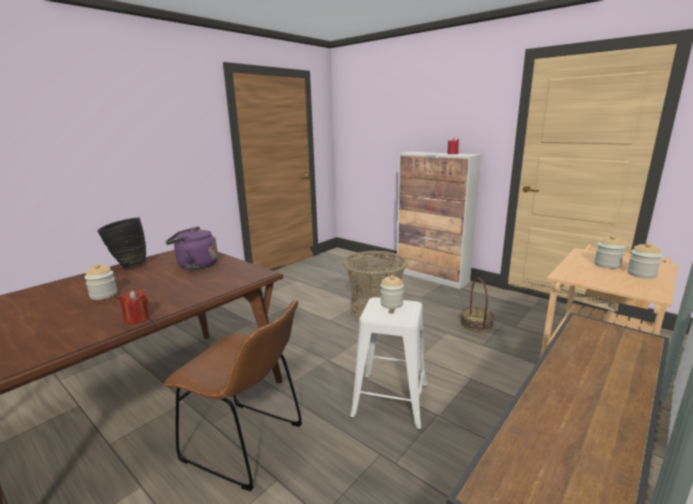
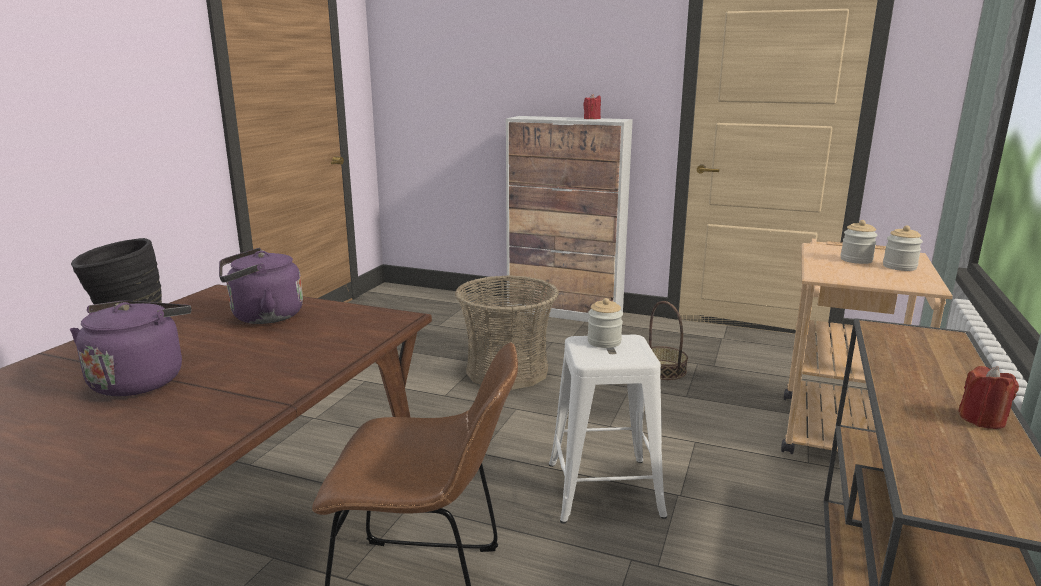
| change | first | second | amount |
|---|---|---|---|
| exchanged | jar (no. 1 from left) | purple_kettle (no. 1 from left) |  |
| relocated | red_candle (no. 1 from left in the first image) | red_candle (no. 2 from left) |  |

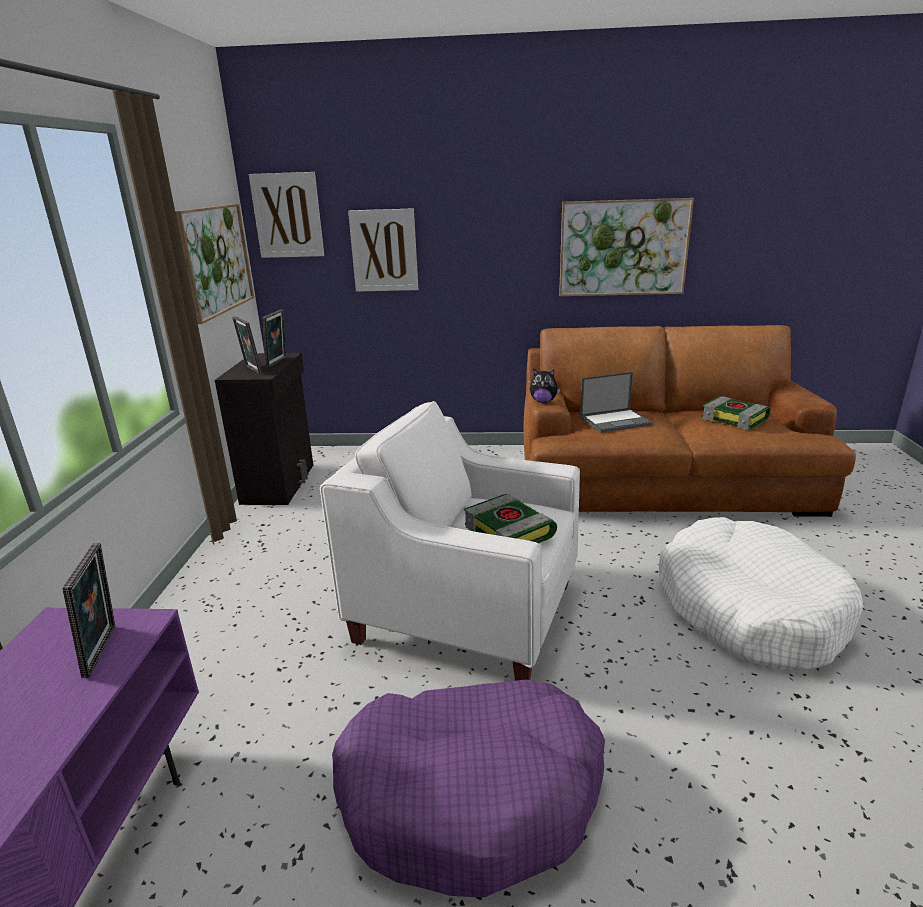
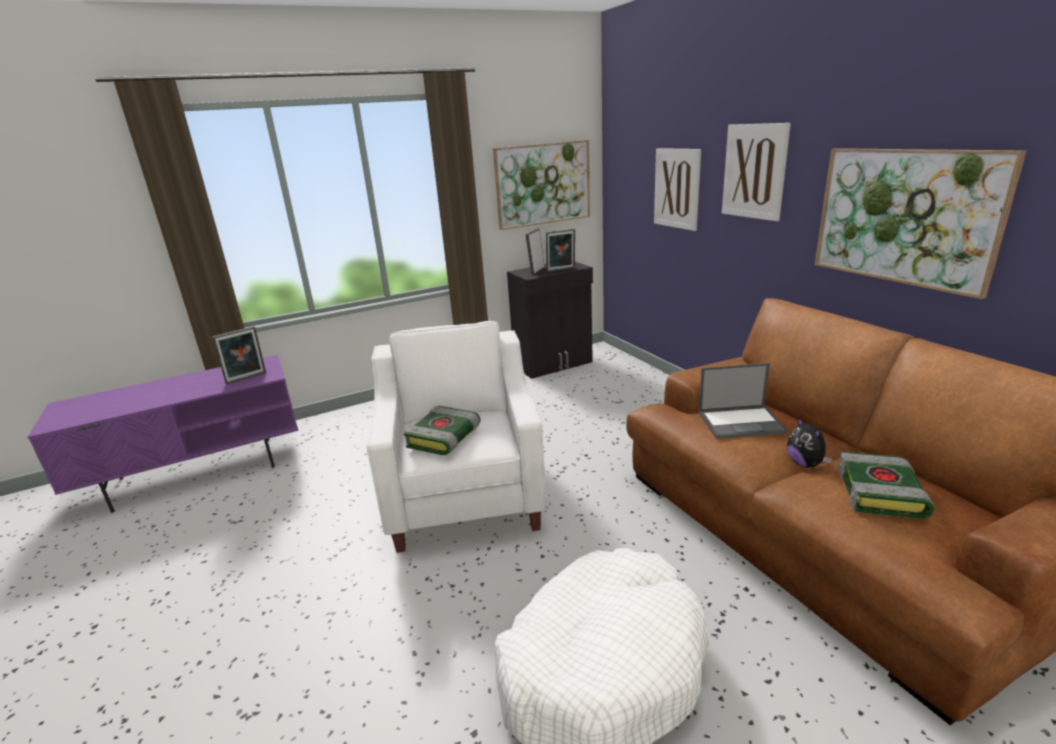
| change | first | second | amount |
|---|---|---|---|
| relocated | picture (no. 2 from left in the first image) | picture (no. 3 from left) |  |
| relocated | plush_toy |  |  |
| spun | laptop |  | 45 degrees counterclockwise |
| missing | purple_dog_bed |  |  |

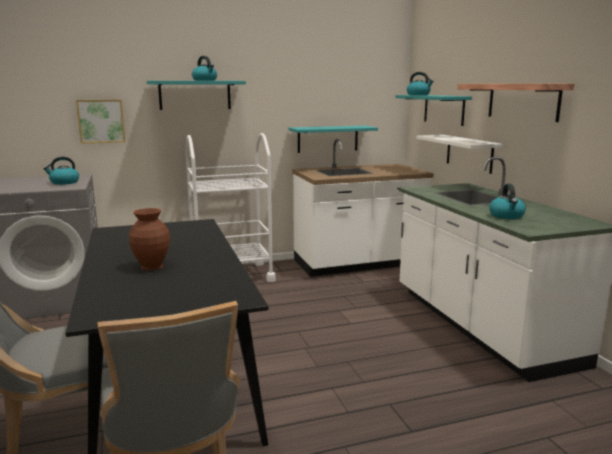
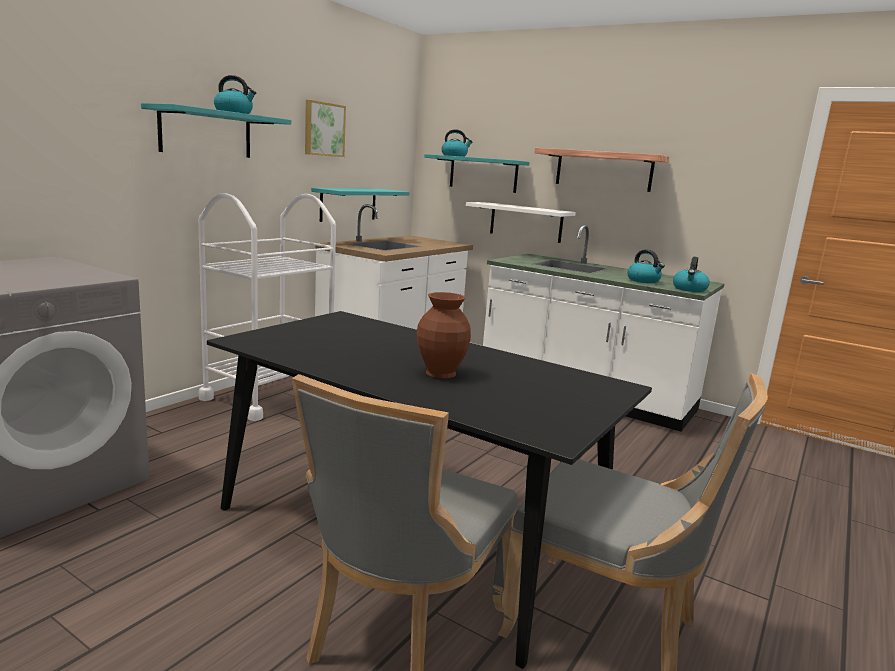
| change | first | second | amount |
|---|---|---|---|
| relocated | picture |  |  |
| relocated | kettle (no. 1 from left in the first image) | kettle (no. 4 from left) |  |

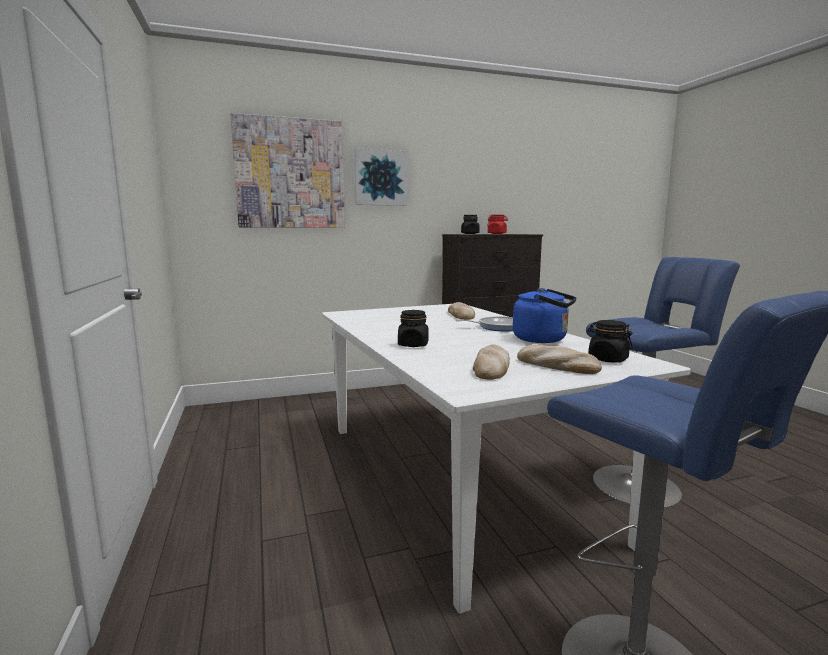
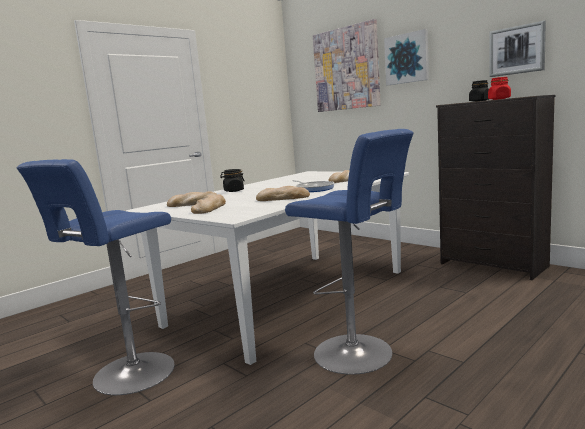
| change | first | second | amount |
|---|---|---|---|
| exchanged | blue_kettle | bread (no. 3 from left) |  |
| missing | black_jar (no. 3 from left) |  |  |
| appeared |  | picture (no. 3 from left) |  |

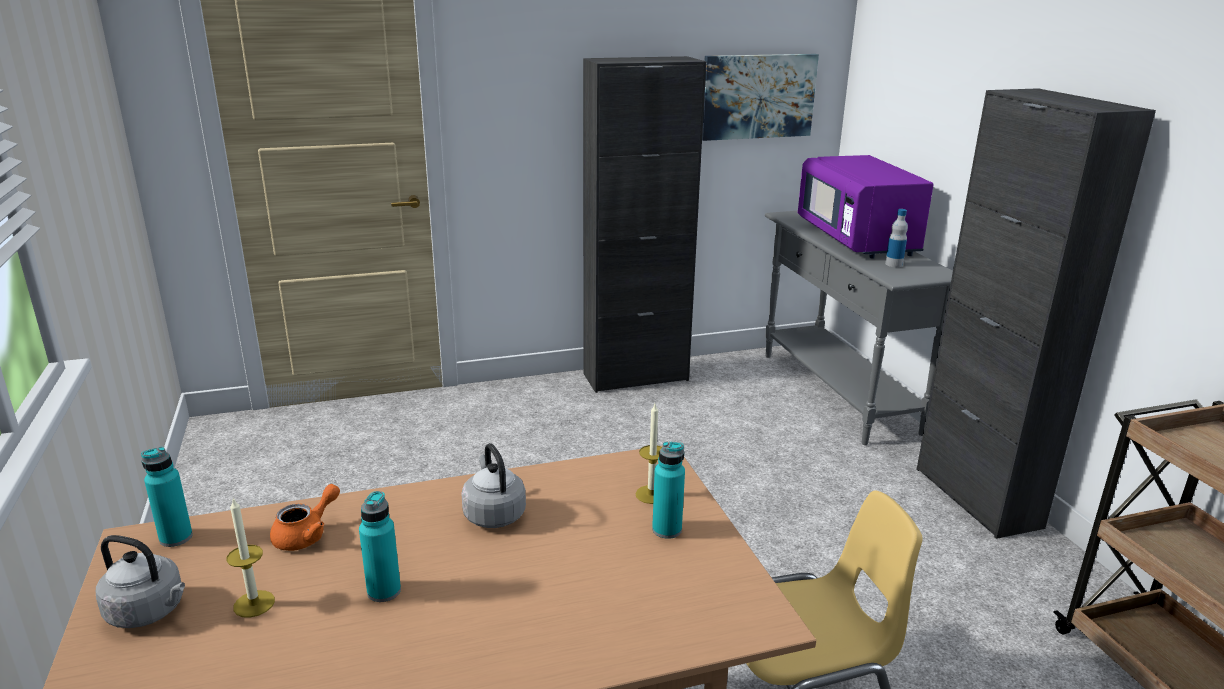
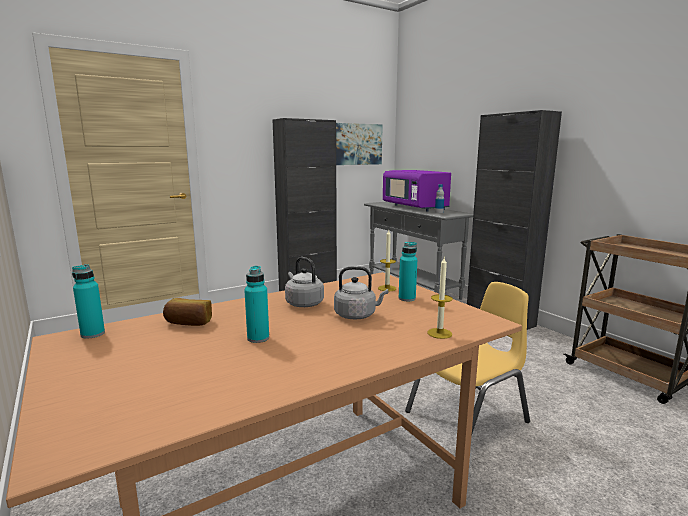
| change | first | second | amount |
|---|---|---|---|
| exchanged | orange_teapot | bread |  |
| relocated | candle (no. 1 from left in the first image) | candle (no. 2 from left) |  |
| relocated | grey_kettle (no. 1 from left in the first image) | grey_kettle (no. 2 from left) |  |

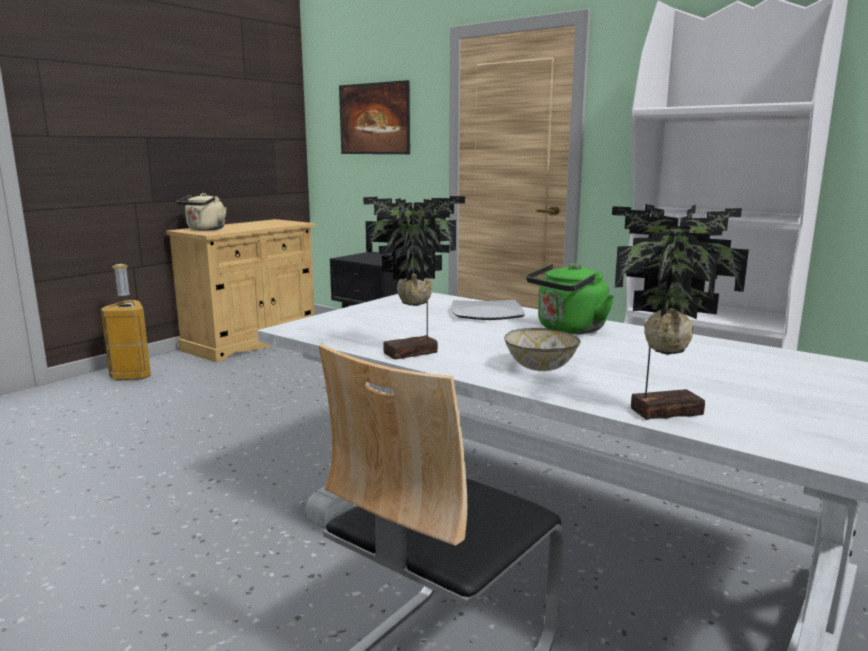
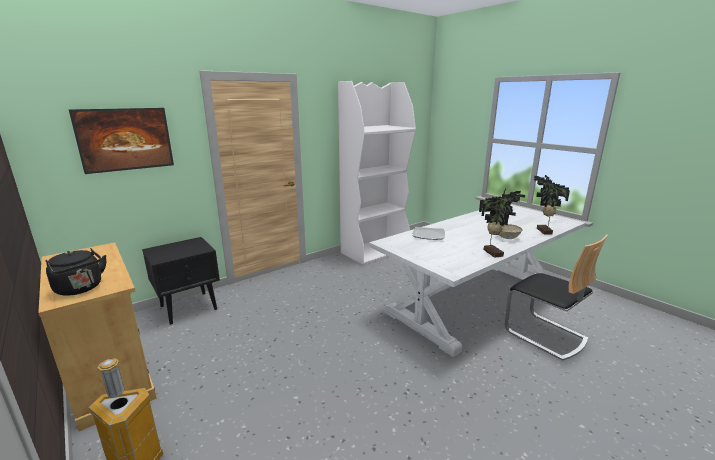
| change | first | second | amount |
|---|---|---|---|
| colour | beige_kettle | black_kettle |  |
| missing | green_kettle |  |  |

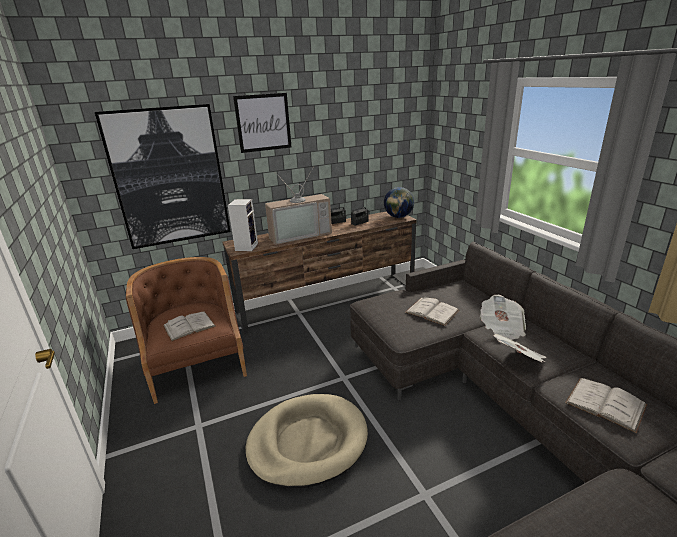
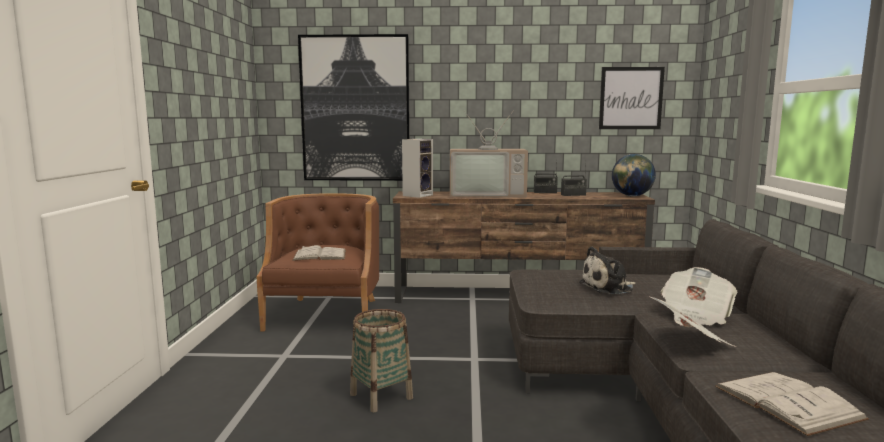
| change | first | second | amount |
|---|---|---|---|
| relocated | picture (no. 2 from left) |  |  |
| exchanged | white_book (no. 2 from left) | plush_toy |  |
| exchanged | beige_dog_bed | basket |  |

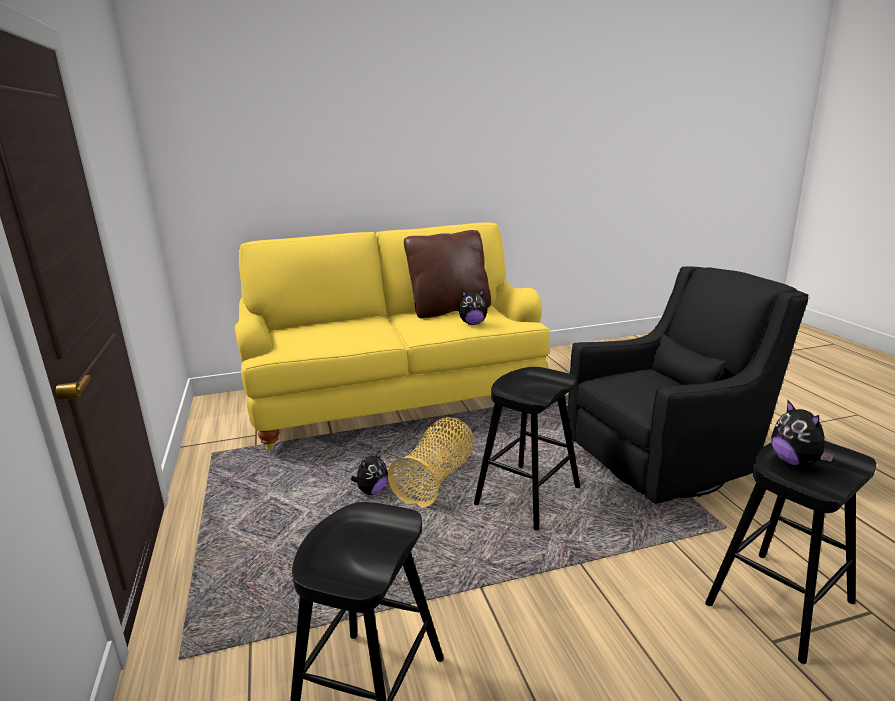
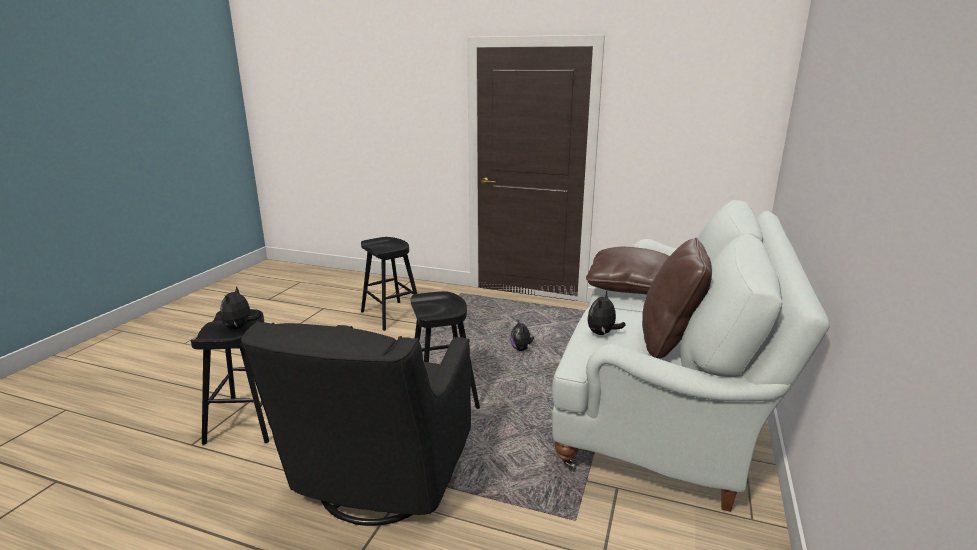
| change | first | second | amount |
|---|---|---|---|
| colour | yellow_sofa | white_sofa |  |
| spun | plush_toy (no. 3 from left in the first image) | plush_toy (no. 1 from left) | 105 degrees counterclockwise |
| missing | basket |  |  |
| appeared |  | brown_pillow (no. 1 from left) |  |

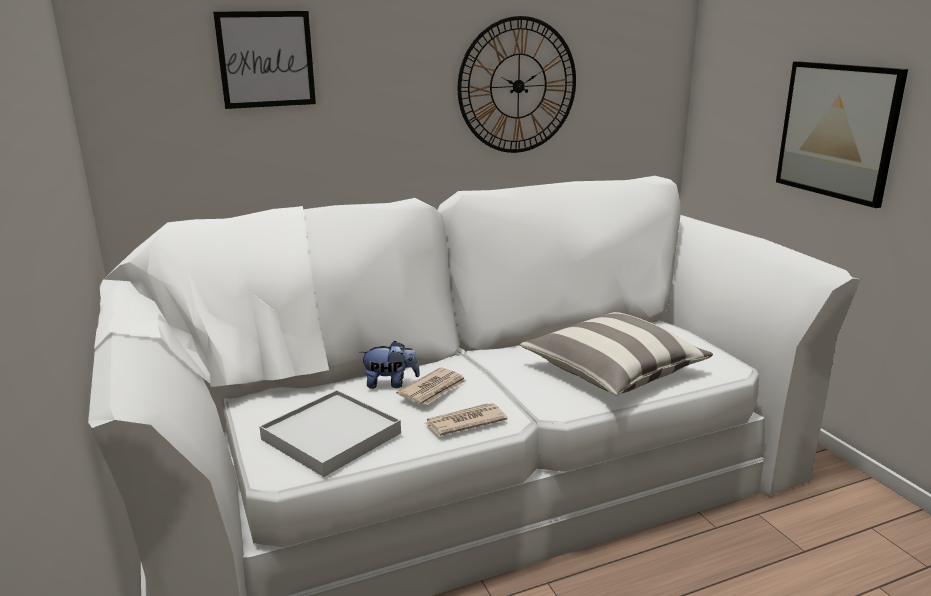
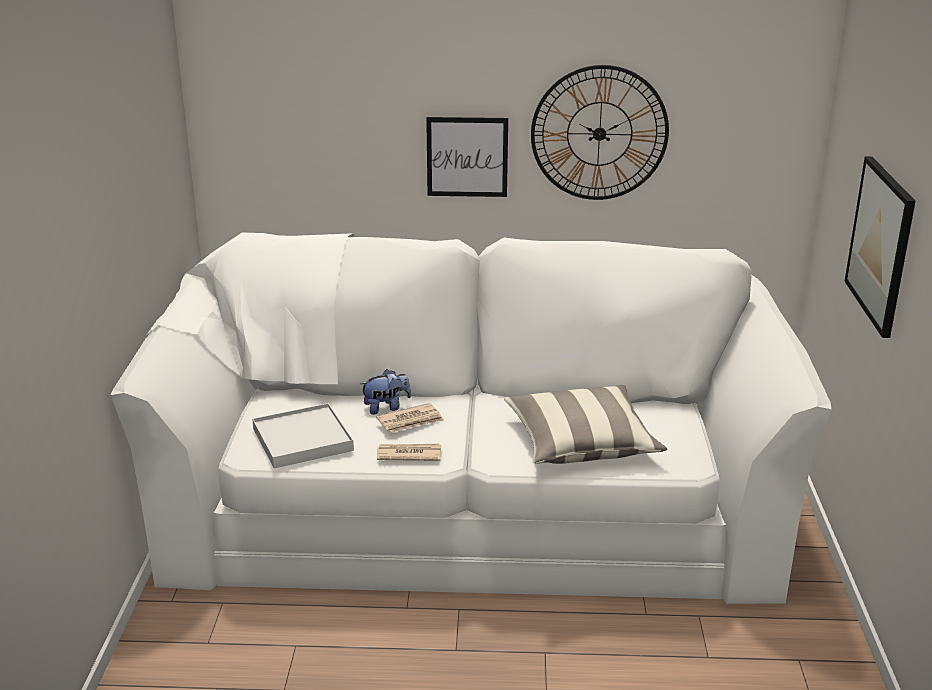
| change | first | second | amount |
|---|---|---|---|
| relocated | picture (no. 1 from left) |  |  |
| spun | plush_toy |  | 45 degrees counterclockwise |

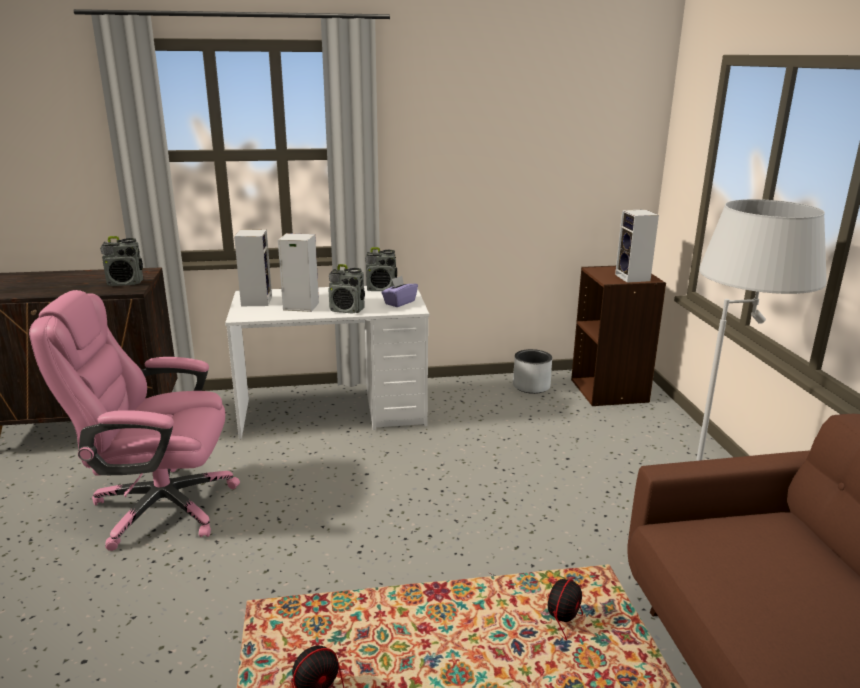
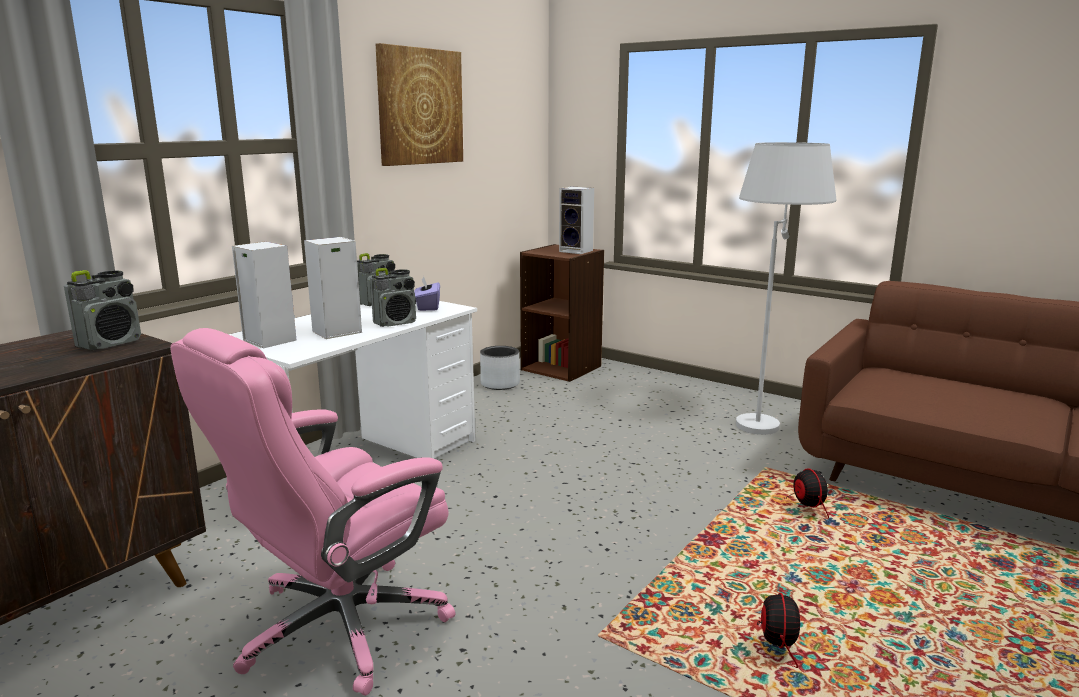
| change | first | second | amount |
|---|---|---|---|
| appeared |  | picture |  |

